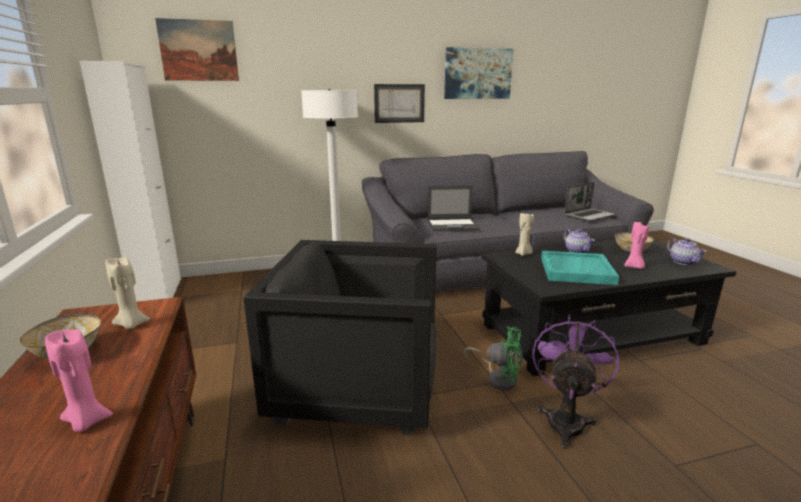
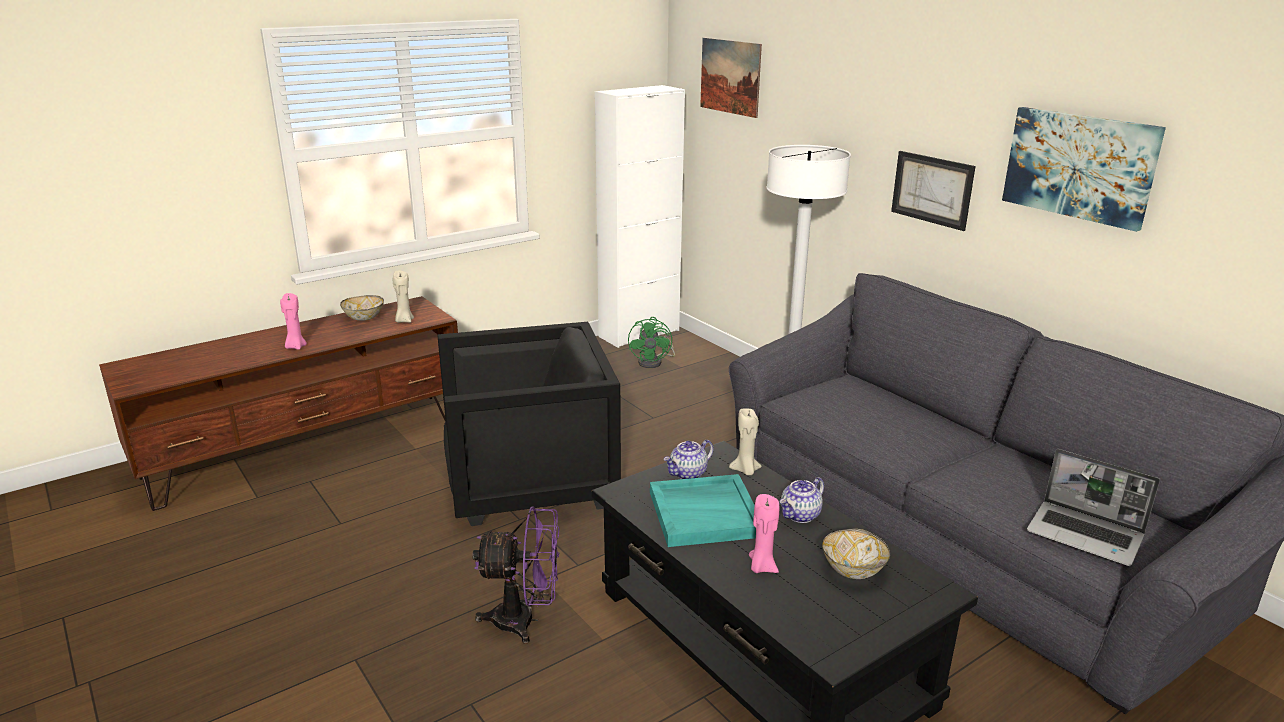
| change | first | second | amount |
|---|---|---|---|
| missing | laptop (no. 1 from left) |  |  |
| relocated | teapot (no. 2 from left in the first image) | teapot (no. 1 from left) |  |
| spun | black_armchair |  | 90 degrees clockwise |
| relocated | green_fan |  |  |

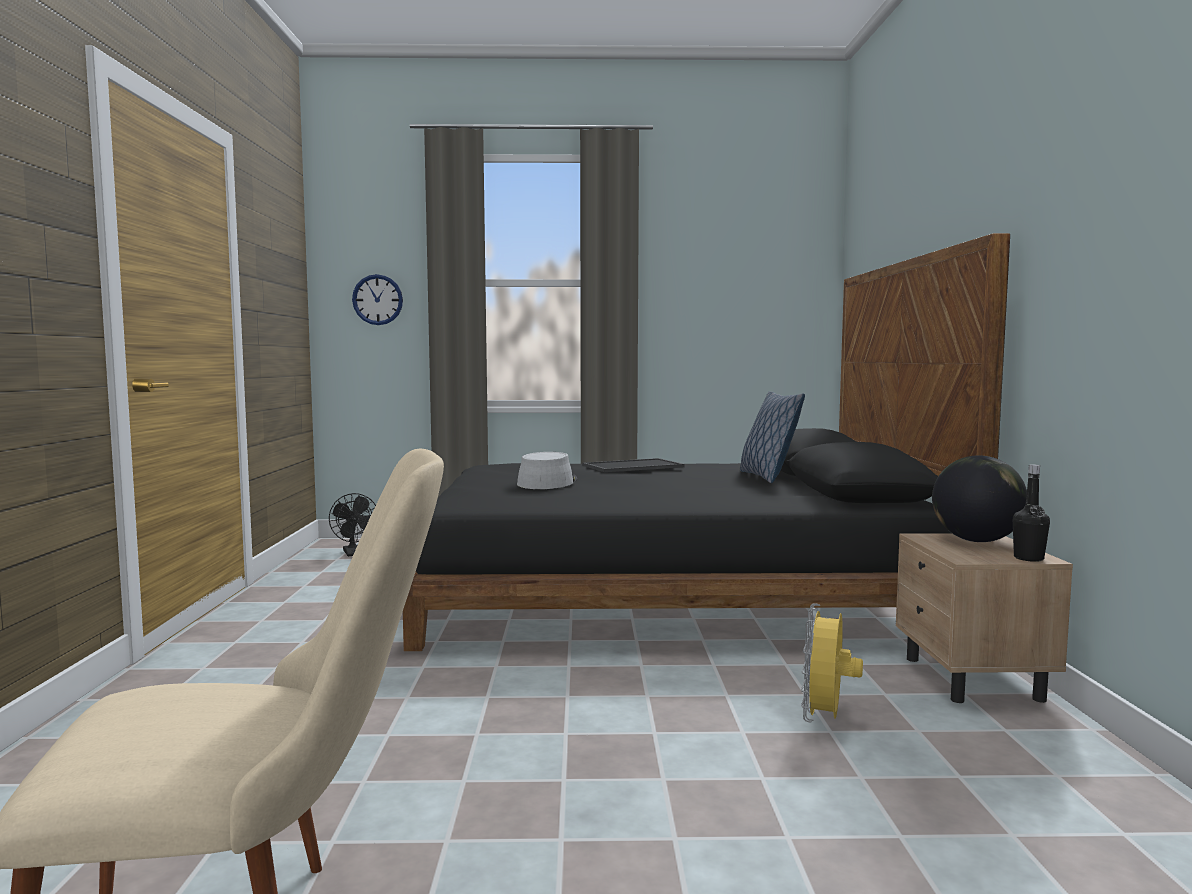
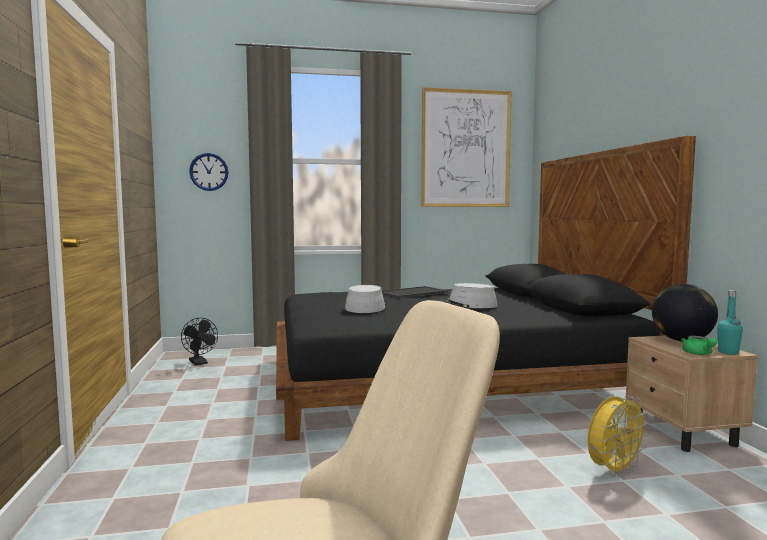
| change | first | second | amount |
|---|---|---|---|
| missing | pillow |  |  |
| colour | black_bottle | turquoise_bottle |  |
| spun | yellow_fan |  | 135 degrees counterclockwise |
| appeared |  | picture |  |
| appeared |  | grey_hat (no. 2 from left) |  |
| appeared |  | green_teapot |  |

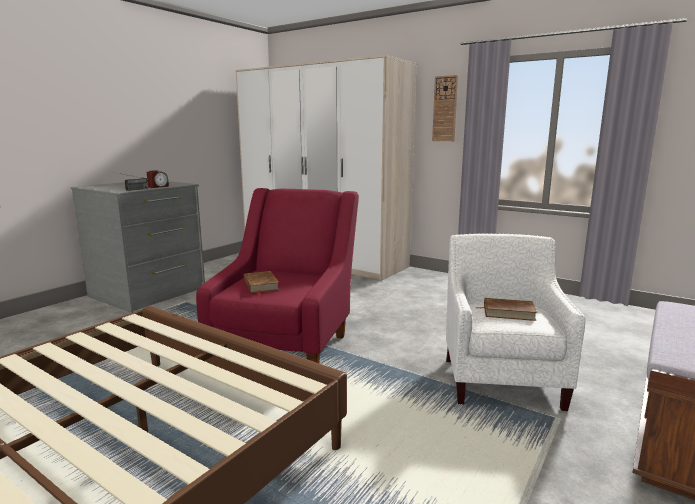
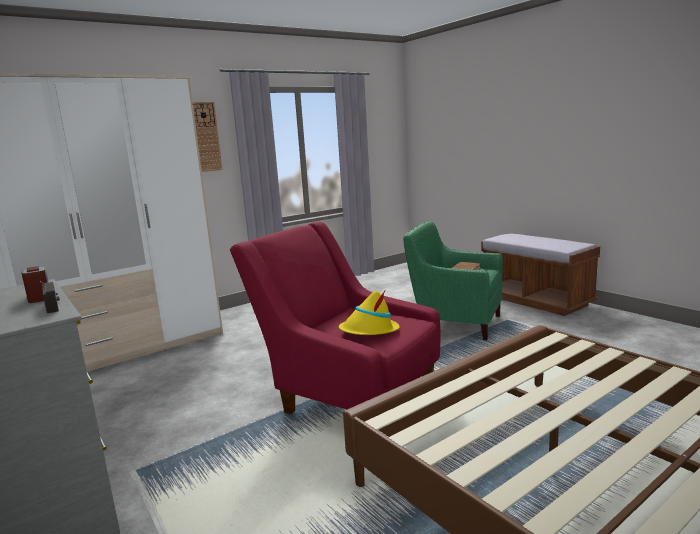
| change | first | second | amount |
|---|---|---|---|
| colour | white_armchair | green_armchair |  |
| exchanged | brown_book (no. 1 from left) | yellow_hat |  |

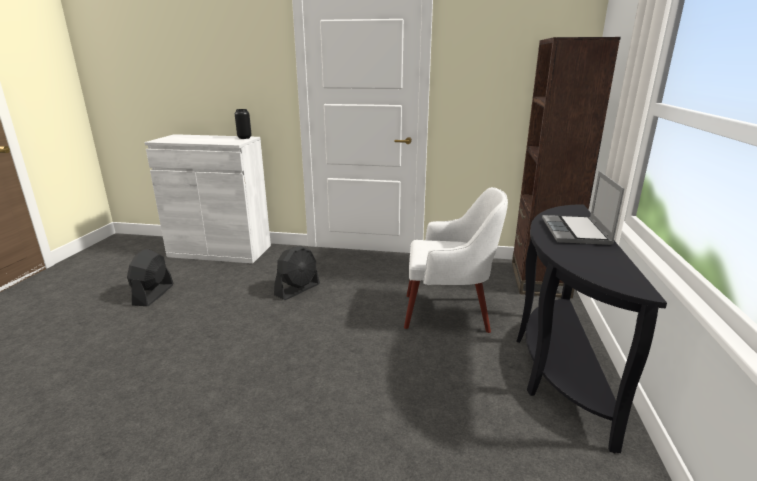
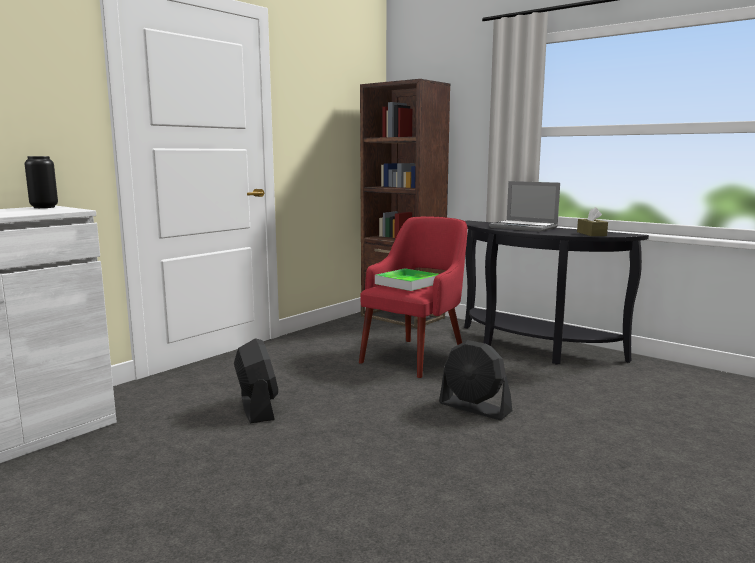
| change | first | second | amount |
|---|---|---|---|
| colour | white_armchair | red_armchair |  |
| relocated | black_fan (no. 1 from left in the first image) | black_fan (no. 2 from left) |  |
| appeared |  | brown_tissue_box |  |
| appeared |  | tray |  |

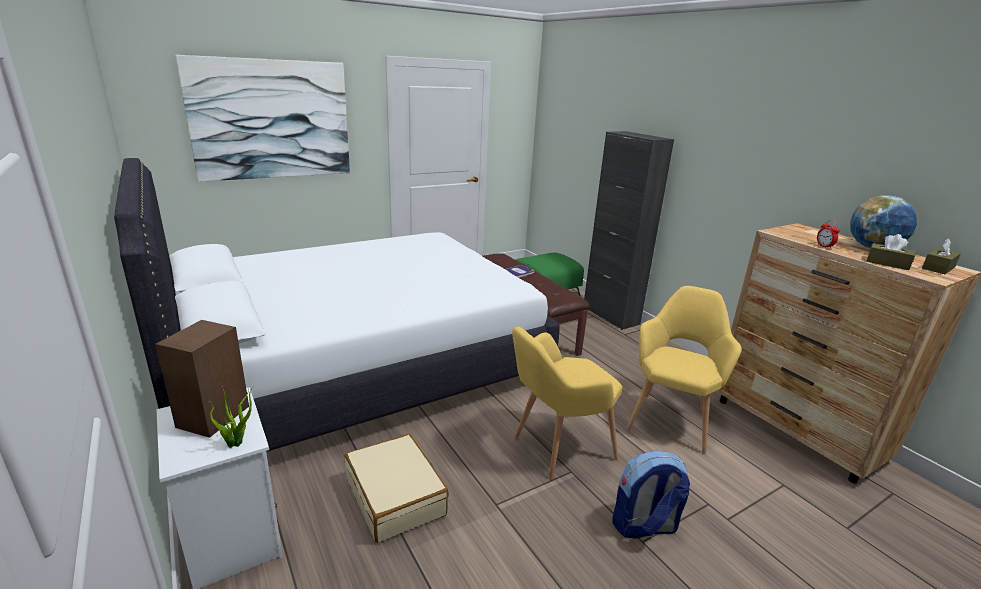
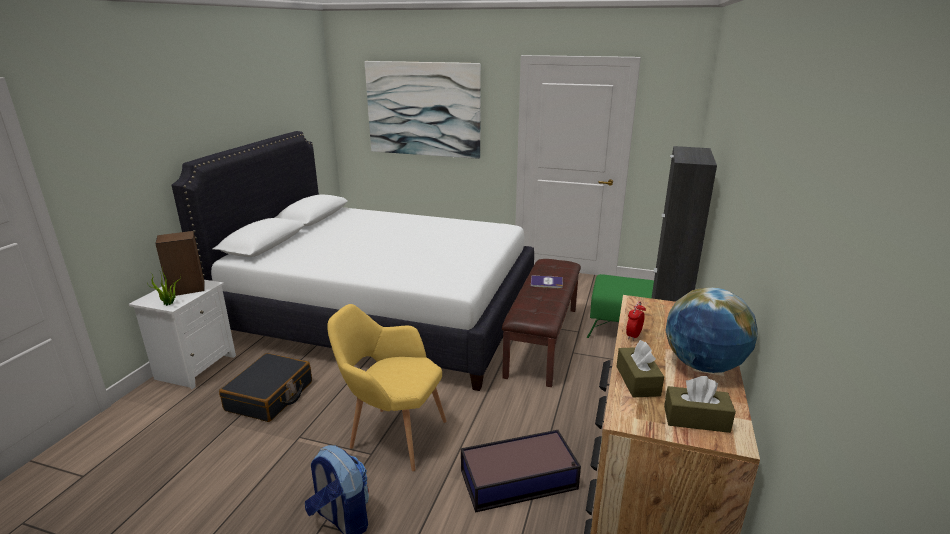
| change | first | second | amount |
|---|---|---|---|
| exchanged | yellow_armchair (no. 2 from left) | storage_box |  |
| colour | beige_suitcase | black_suitcase |  |

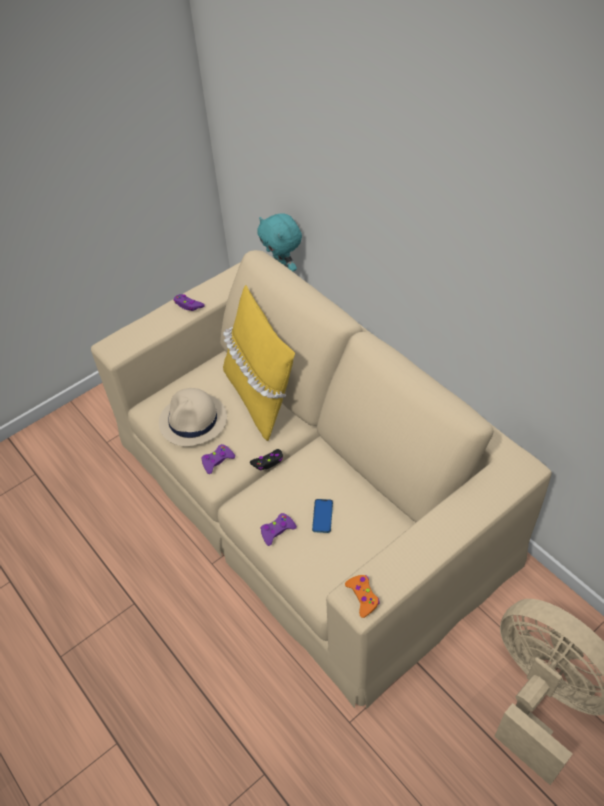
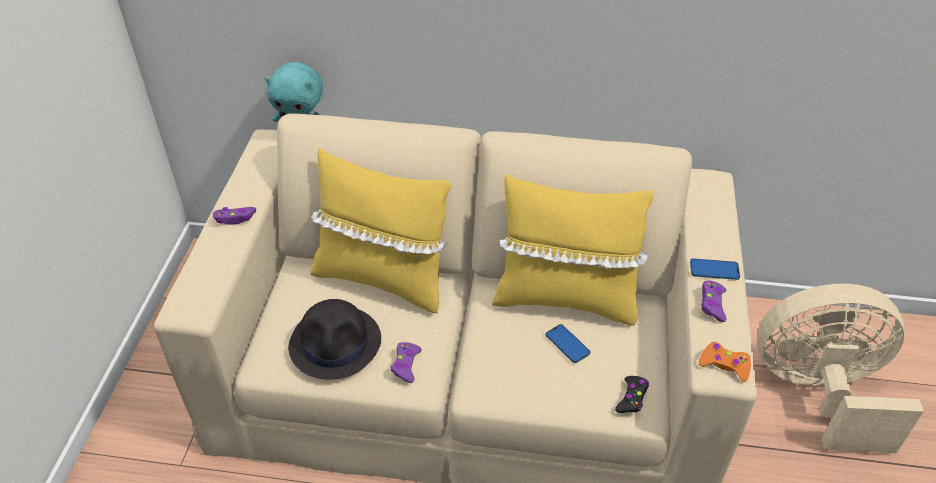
| change | first | second | amount |
|---|---|---|---|
| colour | beige_hat | black_hat |  |
| relocated | black_game_controller |  |  |
| relocated | purple_game_controller (no. 3 from left) |  |  |
| appeared |  | yellow_pillow (no. 2 from left) |  |
| appeared |  | phone (no. 2 from left) |  |

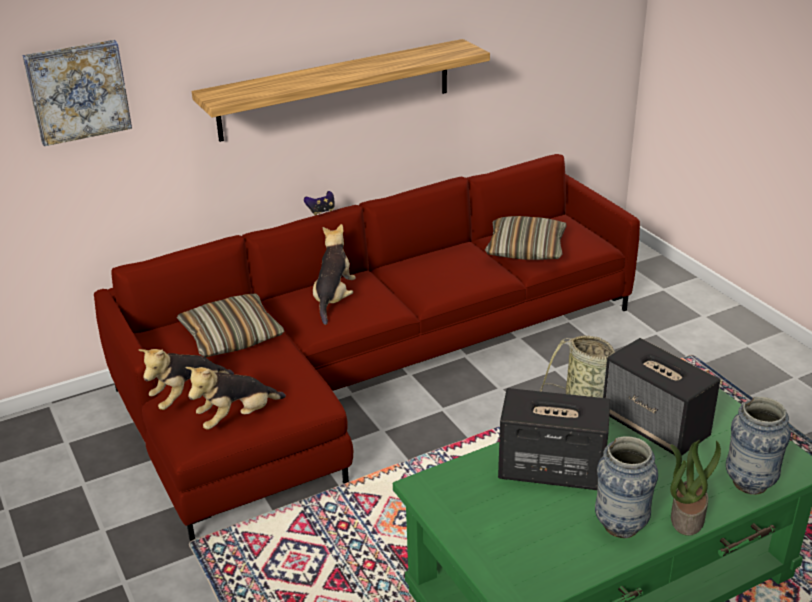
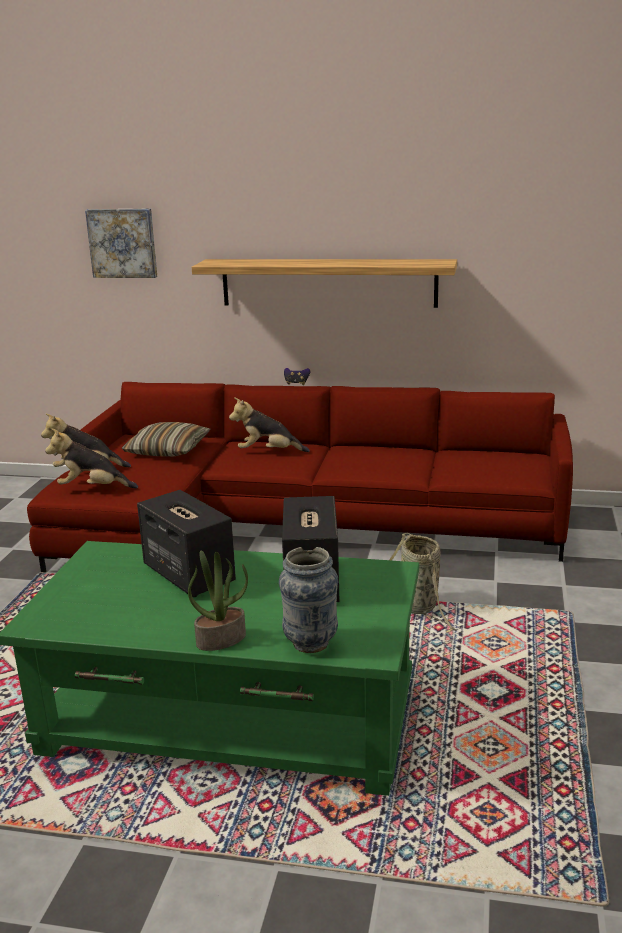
| change | first | second | amount |
|---|---|---|---|
| missing | pillow (no. 2 from left) |  |  |
| spun | plush_toy (no. 3 from left) |  | 135 degrees counterclockwise |
| missing | vase (no. 1 from left) |  |  |

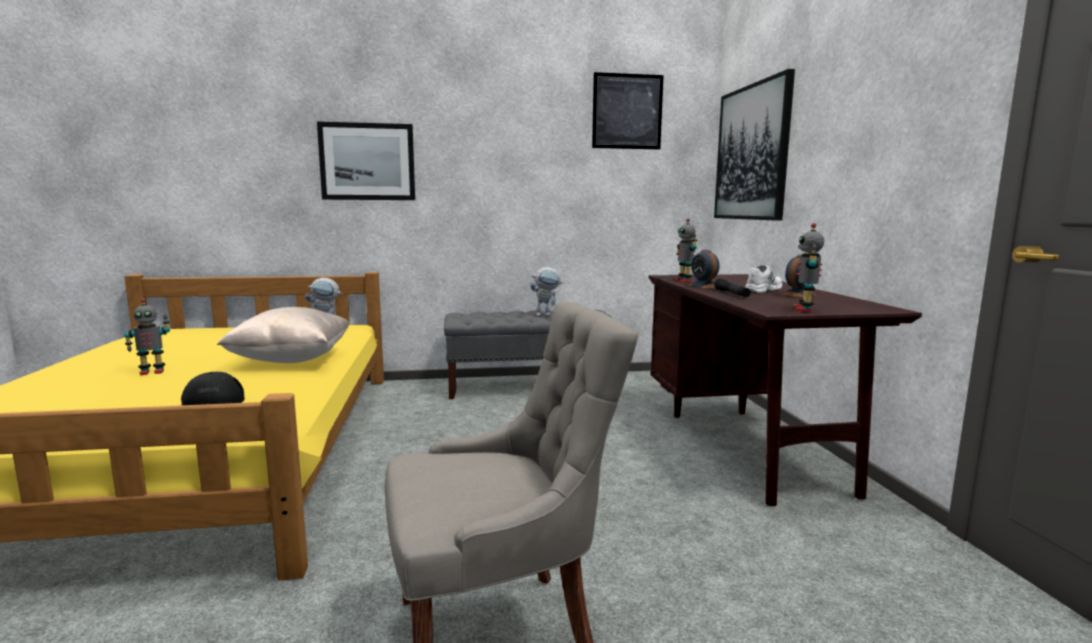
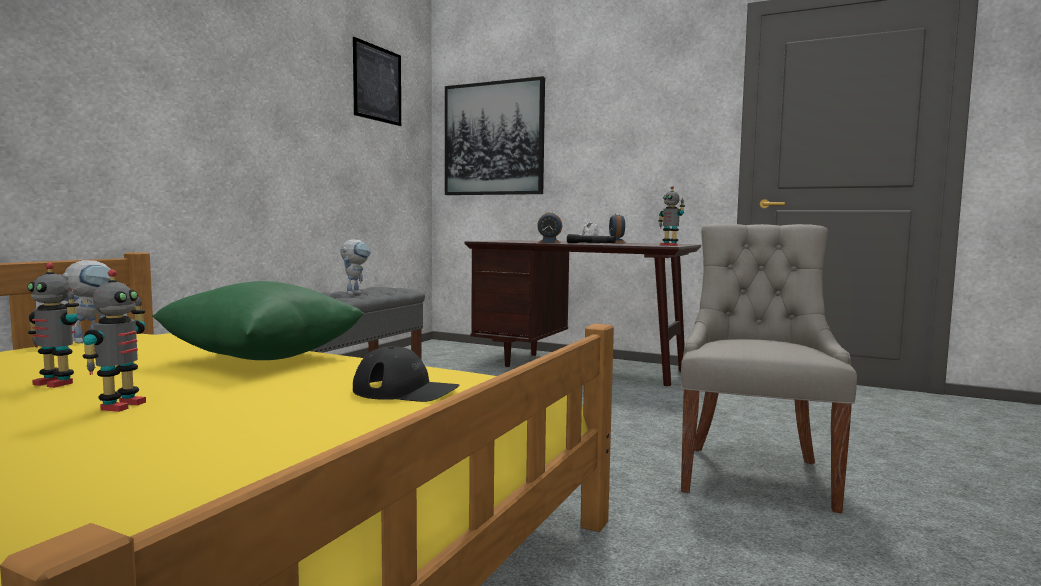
| change | first | second | amount |
|---|---|---|---|
| missing | picture (no. 1 from left) |  |  |
| relocated | toy_robot (no. 4 from left in the first image) | toy_robot (no. 1 from left) |  |
| colour | beige_pillow | green_pillow |  |

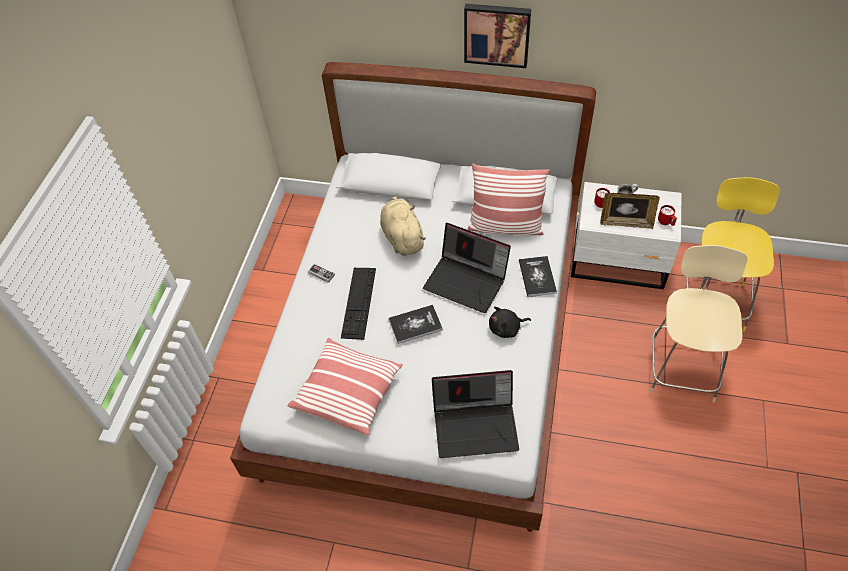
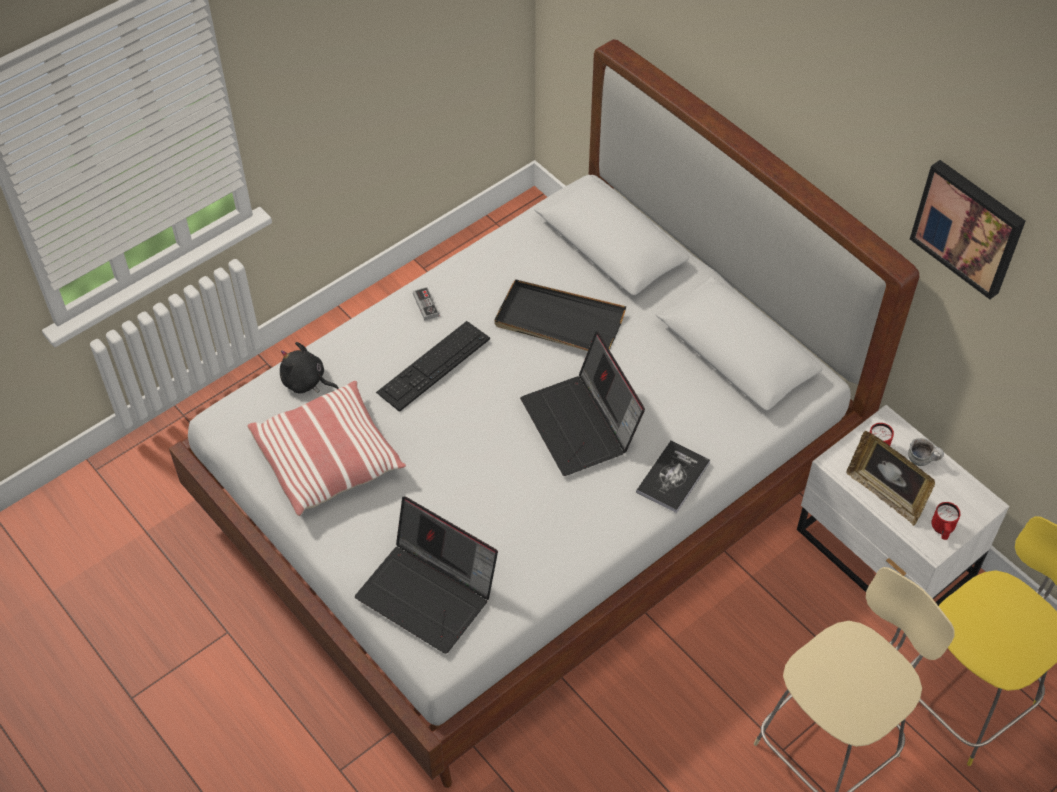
| change | first | second | amount |
|---|---|---|---|
| relocated | picture |  |  |
| missing | pillow (no. 2 from left) |  |  |
| exchanged | beige_plush_toy | black_tray |  |
| missing | book (no. 1 from left) |  |  |
| relocated | black_plush_toy |  |  |

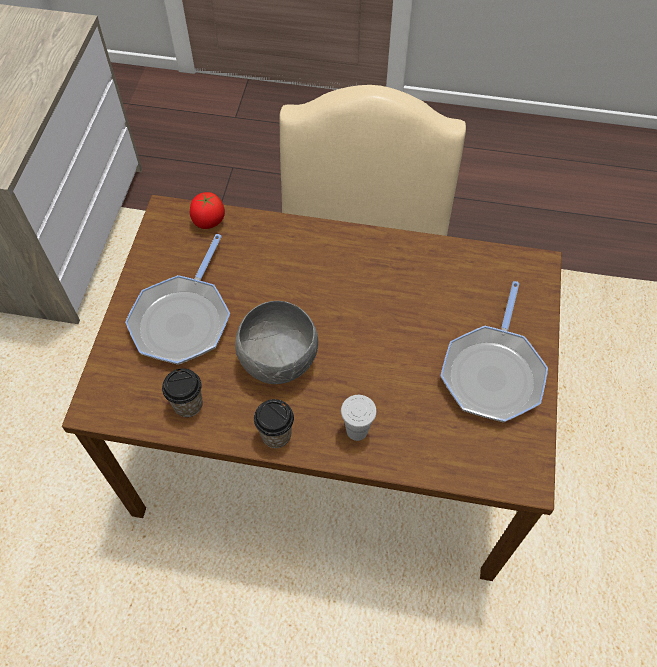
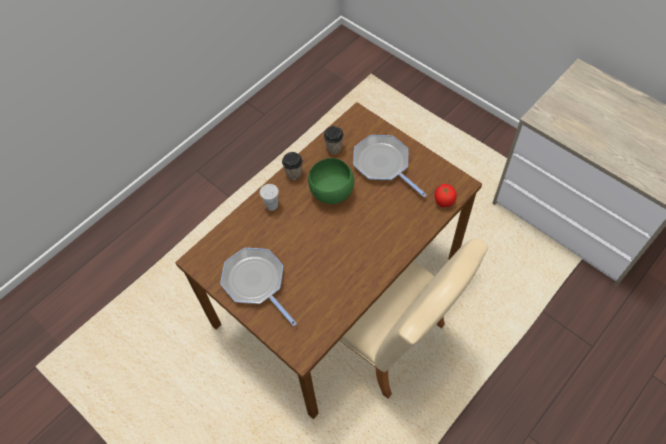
| change | first | second | amount |
|---|---|---|---|
| colour | grey_bowl | green_bowl |  |

